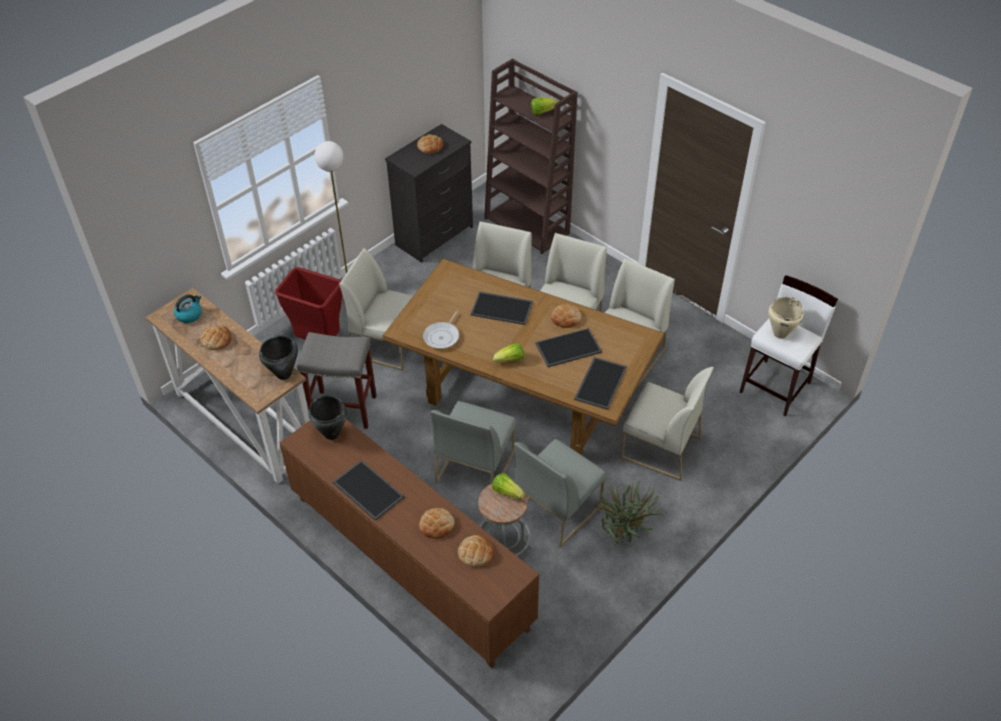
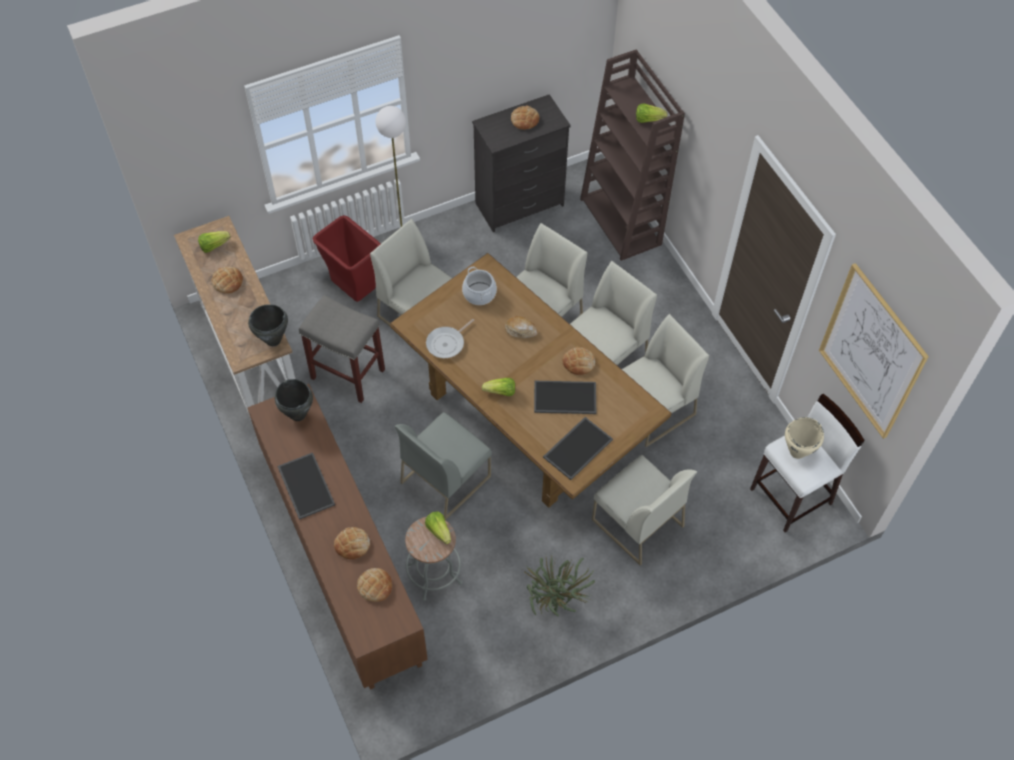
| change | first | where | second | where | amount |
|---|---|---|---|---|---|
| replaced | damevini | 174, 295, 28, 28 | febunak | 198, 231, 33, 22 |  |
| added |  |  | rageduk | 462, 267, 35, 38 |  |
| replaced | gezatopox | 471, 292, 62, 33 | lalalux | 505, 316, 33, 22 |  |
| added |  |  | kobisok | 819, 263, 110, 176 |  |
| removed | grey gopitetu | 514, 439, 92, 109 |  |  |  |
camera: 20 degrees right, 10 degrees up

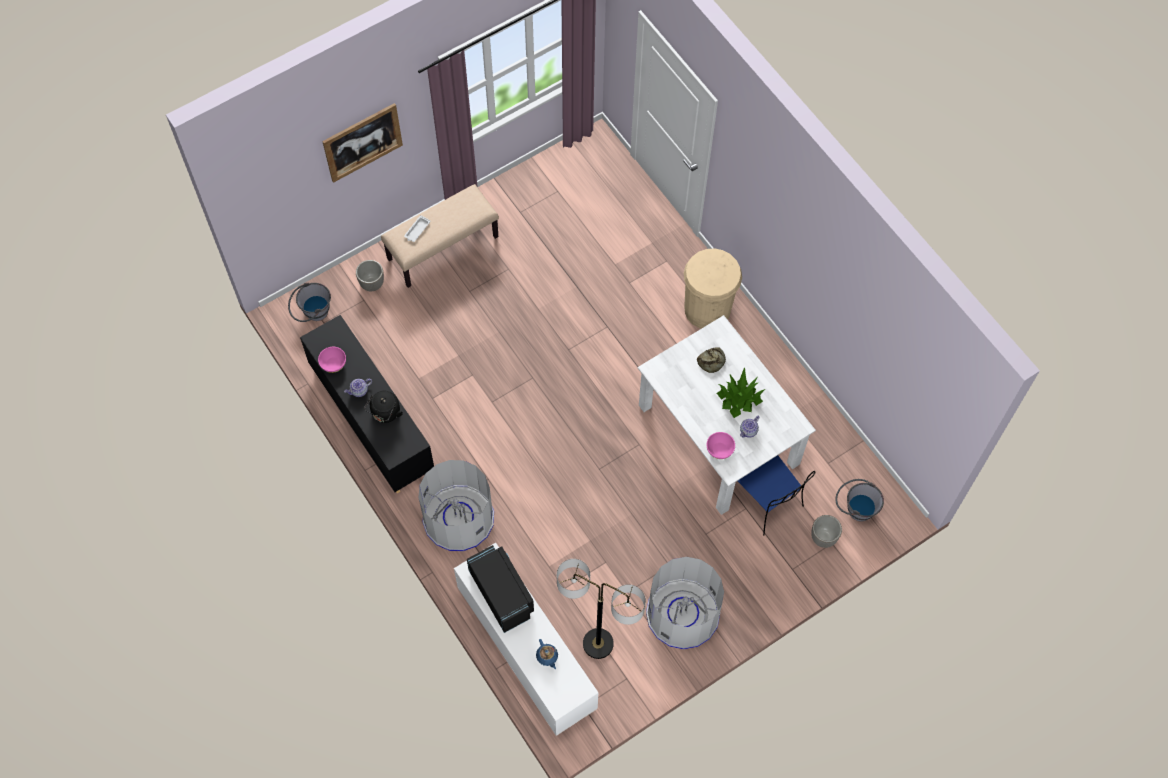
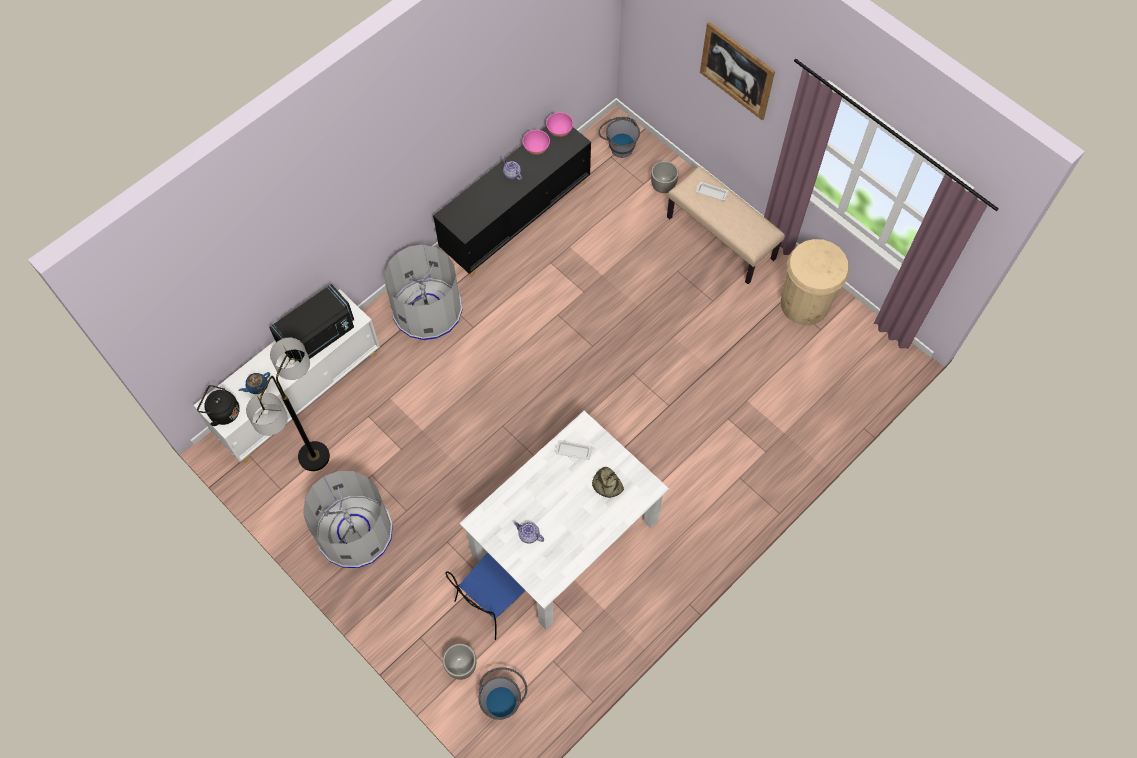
| change | first | where | second | where | amount |
|---|---|---|---|---|---|
| moved | black damevini | 364, 391, 39, 32 |  | 197, 385, 43, 41 |  |
| moved | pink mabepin | 707, 432, 28, 27 |  | 546, 112, 27, 25 |  |
| added |  |  | white gezatopox | 555, 440, 37, 20 |  |
| moved | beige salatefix | 684, 249, 58, 80 |  | 781, 239, 68, 87 |  |
| removed | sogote | 717, 367, 48, 51 |  |  |  |
camera: 80 degrees right, 0 degrees up

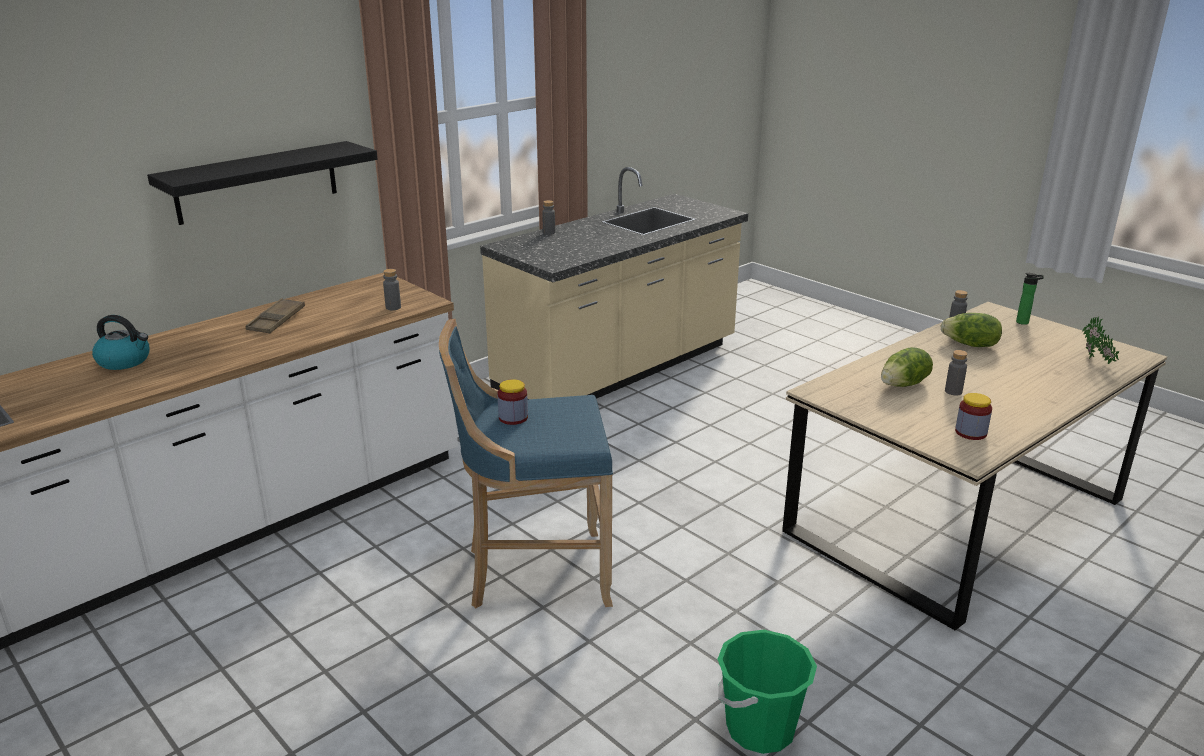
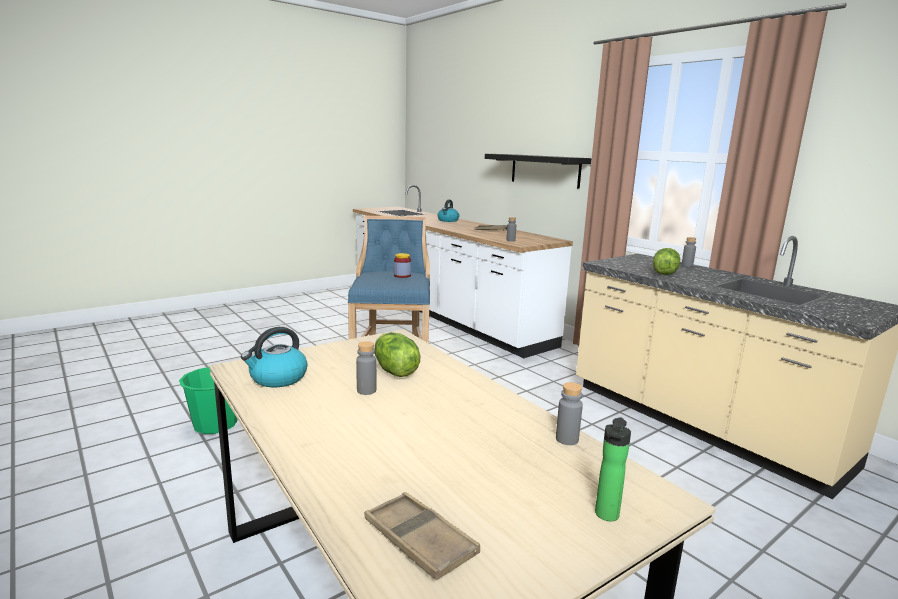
| change | first | where | second | where | amount |
|---|---|---|---|---|---|
| replaced | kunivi | 955, 393, 37, 47 | damevini | 241, 327, 67, 60 |  |
| replaced | sogote | 1082, 316, 38, 48 | brown gezatopox | 365, 492, 115, 88 |  |
| moved | febunak | 941, 313, 61, 34 |  | 653, 248, 27, 27 |  |
camera: 95 degrees right, 10 degrees down

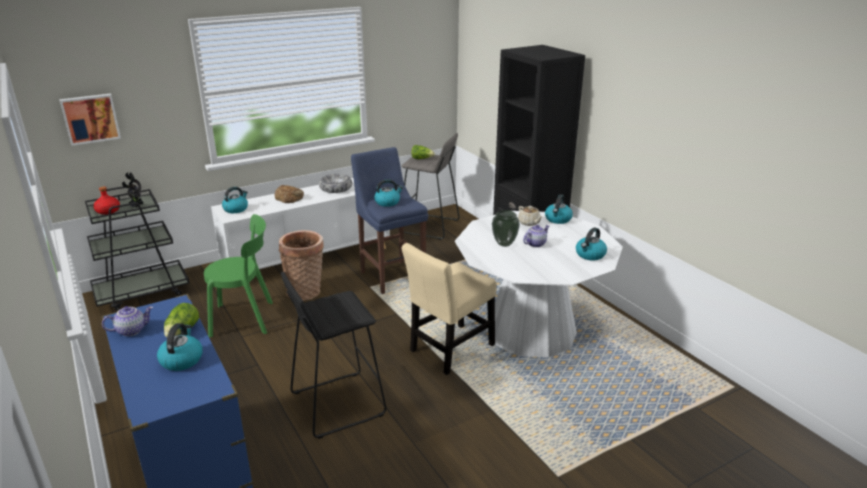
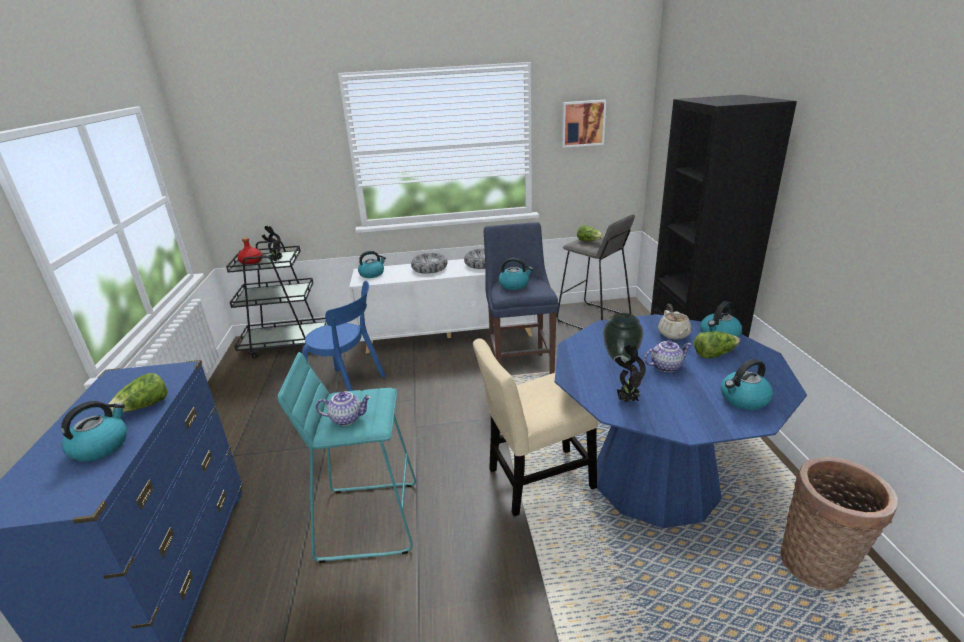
| change | first | where | second | where | amount |
|---|---|---|---|---|---|
| recoloured | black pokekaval | 281, 272, 105, 167 | turquoise pokekaval | 278, 352, 138, 211 |  |
| recoloured | green gopitetu | 204, 214, 69, 123 | blue gopitetu | 302, 281, 84, 110 |  |
| moved | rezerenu | 102, 306, 51, 30 |  | 316, 392, 55, 34 |  |
| replaced | lalalux | 275, 185, 29, 18 | mabepin | 411, 253, 36, 21 |  |
| recoloured | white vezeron | 455, 211, 168, 146 | blue vezeron | 555, 314, 252, 214 |  |
| moved | kobisok | 59, 94, 62, 52 |  | 562, 100, 44, 48 |  |
| added |  |  | sogote | 615, 345, 31, 58 |  |
| added |  |  | febunak | 694, 331, 46, 27 |  |
| moved | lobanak | 279, 230, 45, 71 |  | 781, 456, 117, 134 |  |
camera: 25 degrees right, 0 degrees up

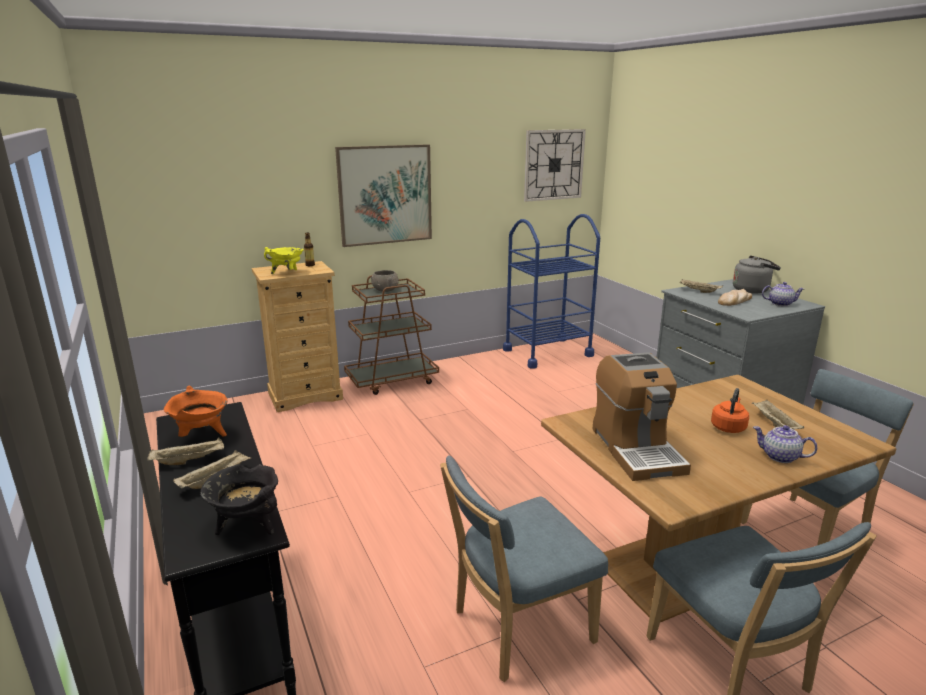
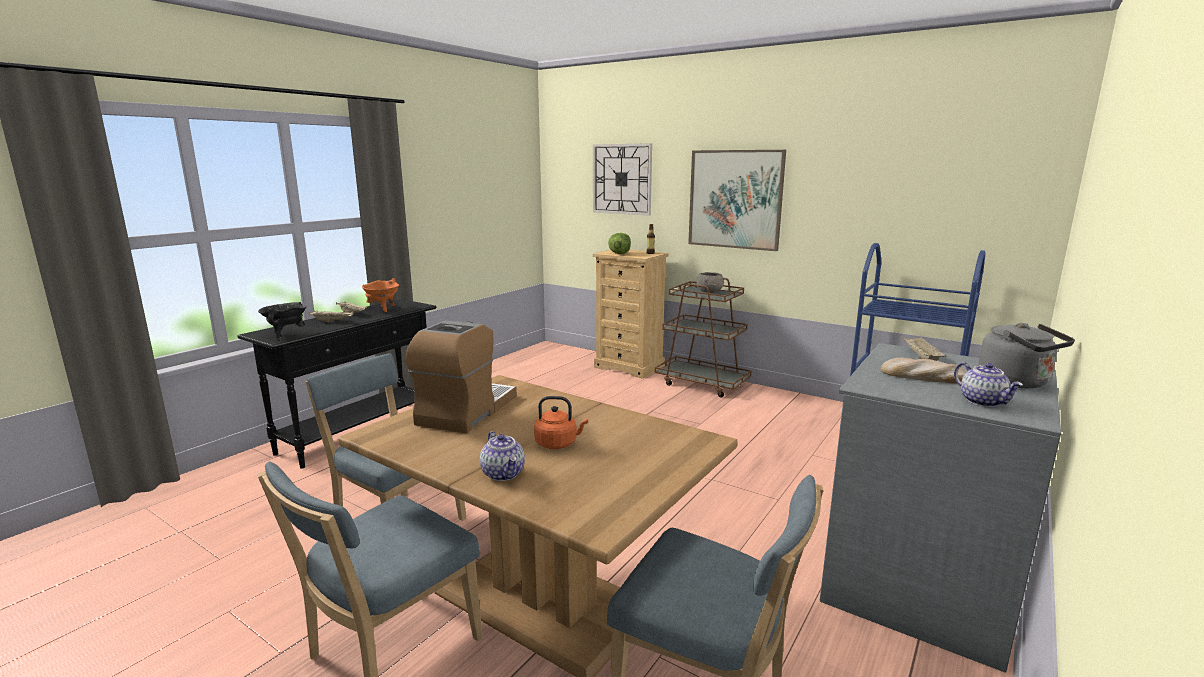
| change | first | where | second | where | amount |
|---|---|---|---|---|---|
| turned | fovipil | 592, 352, 99, 129 |  | 406, 320, 111, 114 | 150 degrees clockwise |
| turned | rezerenu | 753, 425, 64, 38 |  | 480, 431, 45, 50 | 150 degrees clockwise |
| moved | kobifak | 524, 129, 62, 73 |  | 593, 143, 59, 73 |  |
| replaced | yellow rageduk | 264, 247, 40, 27 | febunak | 608, 233, 23, 21 |  |
| removed | beige gezatopox | 752, 400, 52, 29 |  |  |  |
camera: 60 degrees right, 5 degrees down

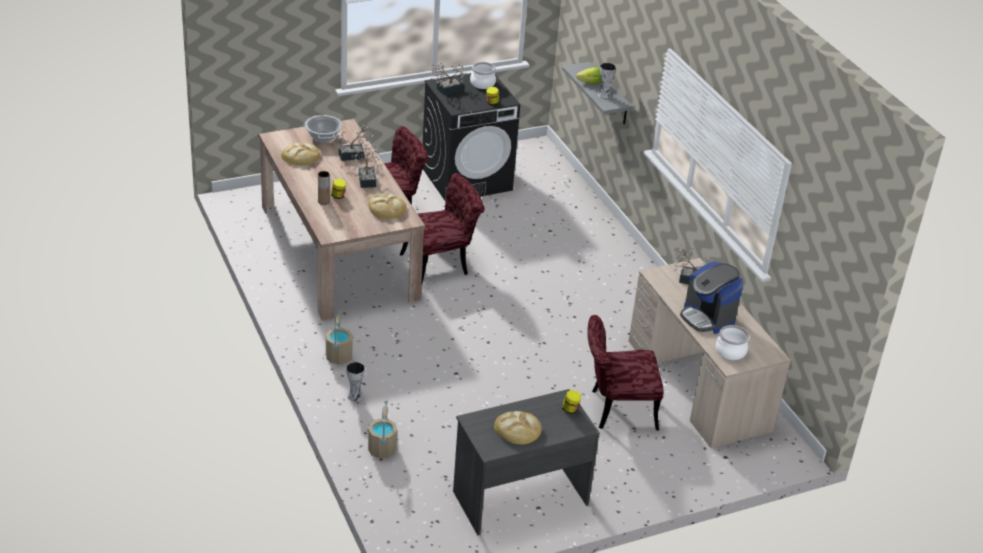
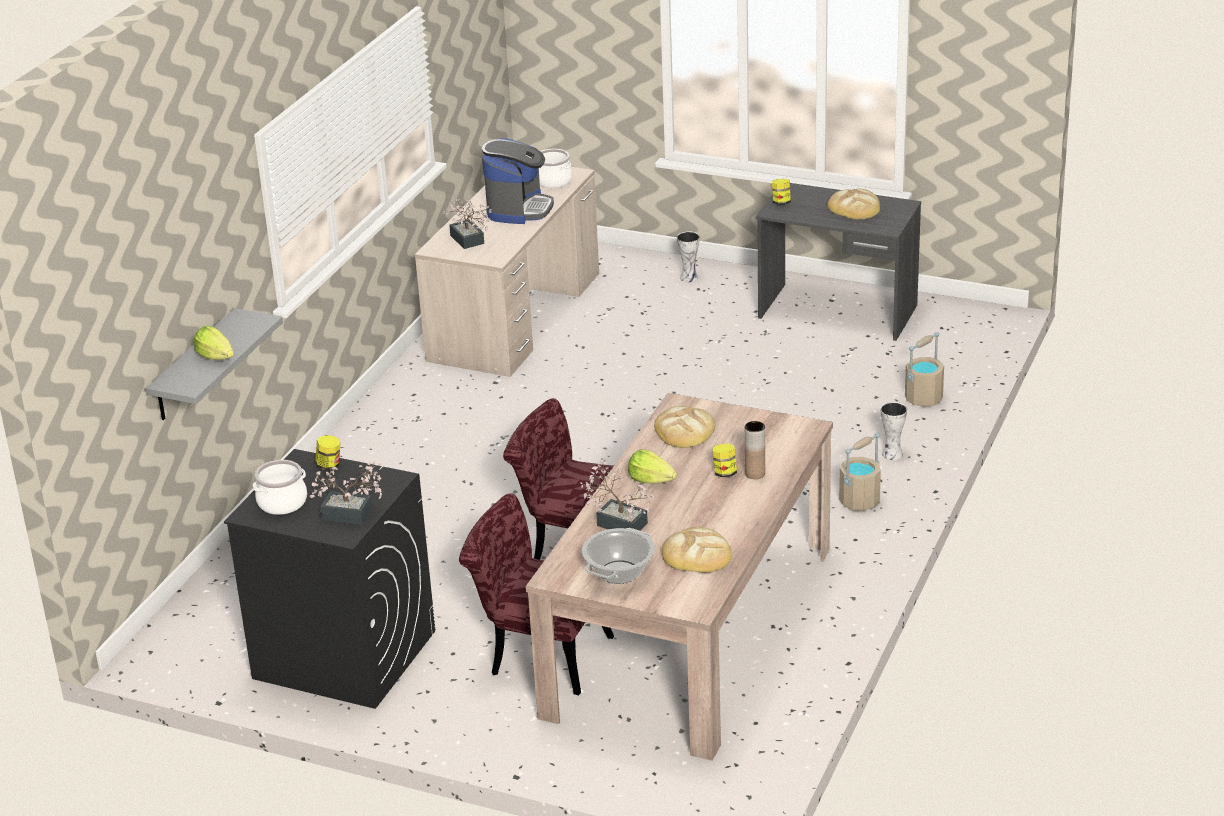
| change | first | where | second | where | amount |
|---|---|---|---|---|---|
| replaced | sogote | 352, 144, 28, 44 | febunak | 628, 449, 49, 35 |  |
| moved | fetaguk | 598, 62, 18, 37 |  | 677, 232, 23, 51 |  |
| removed | red gopitetu | 587, 315, 77, 115 |  |  |  |
camera: 130 degrees left, 5 degrees down

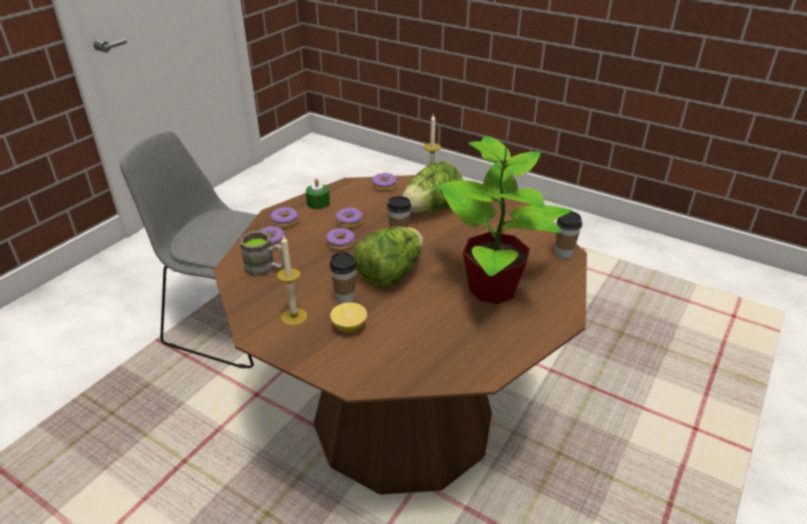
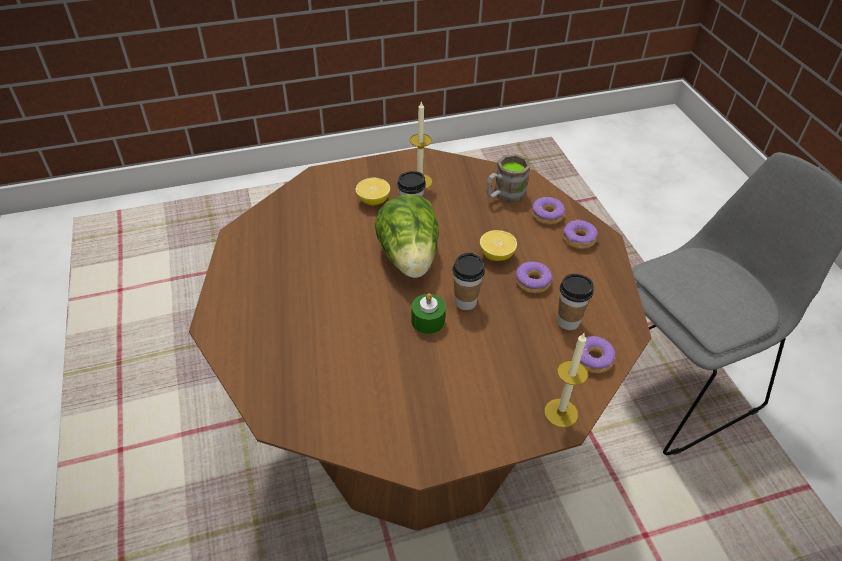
| change | first | where | second | where | amount |
|---|---|---|---|---|---|
| moved | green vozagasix | 306, 178, 24, 31 |  | 411, 293, 35, 41 |  |
| replaced | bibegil | 326, 228, 29, 22 | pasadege | 480, 230, 37, 31 |  |
| moved | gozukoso | 555, 211, 27, 48 |  | 557, 274, 37, 56 |  |
| removed | febunak | 402, 161, 61, 52 |  |  |  |
| removed | sogote | 436, 134, 136, 170 |  |  |  |
camera: 130 degrees right, 10 degrees up

